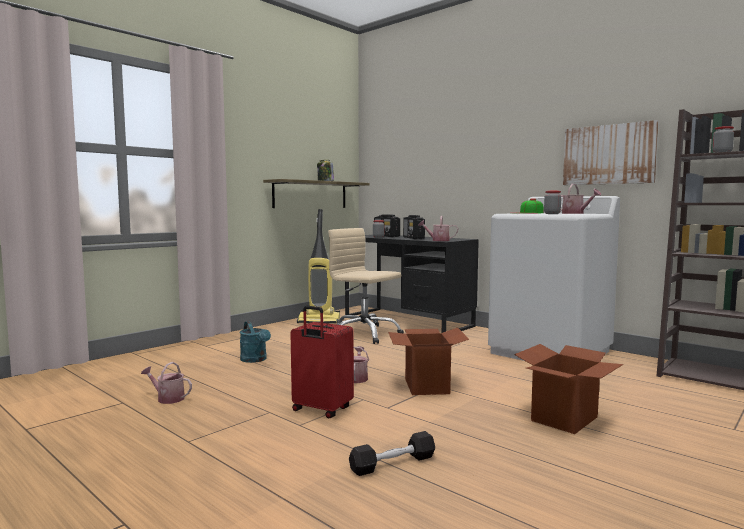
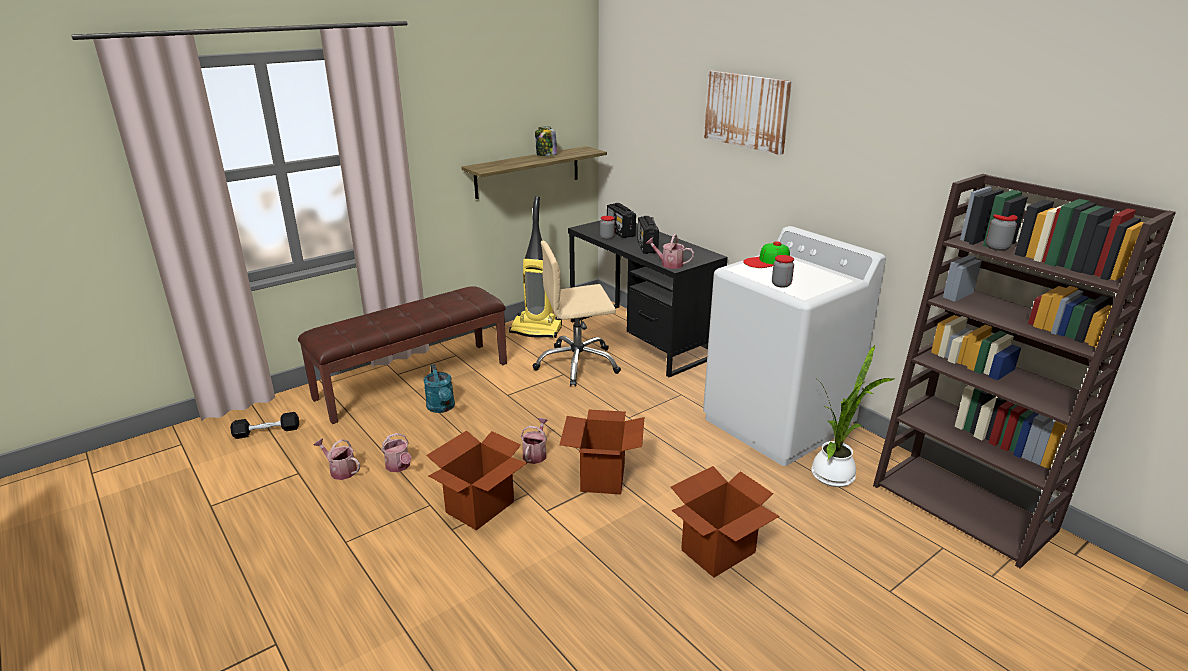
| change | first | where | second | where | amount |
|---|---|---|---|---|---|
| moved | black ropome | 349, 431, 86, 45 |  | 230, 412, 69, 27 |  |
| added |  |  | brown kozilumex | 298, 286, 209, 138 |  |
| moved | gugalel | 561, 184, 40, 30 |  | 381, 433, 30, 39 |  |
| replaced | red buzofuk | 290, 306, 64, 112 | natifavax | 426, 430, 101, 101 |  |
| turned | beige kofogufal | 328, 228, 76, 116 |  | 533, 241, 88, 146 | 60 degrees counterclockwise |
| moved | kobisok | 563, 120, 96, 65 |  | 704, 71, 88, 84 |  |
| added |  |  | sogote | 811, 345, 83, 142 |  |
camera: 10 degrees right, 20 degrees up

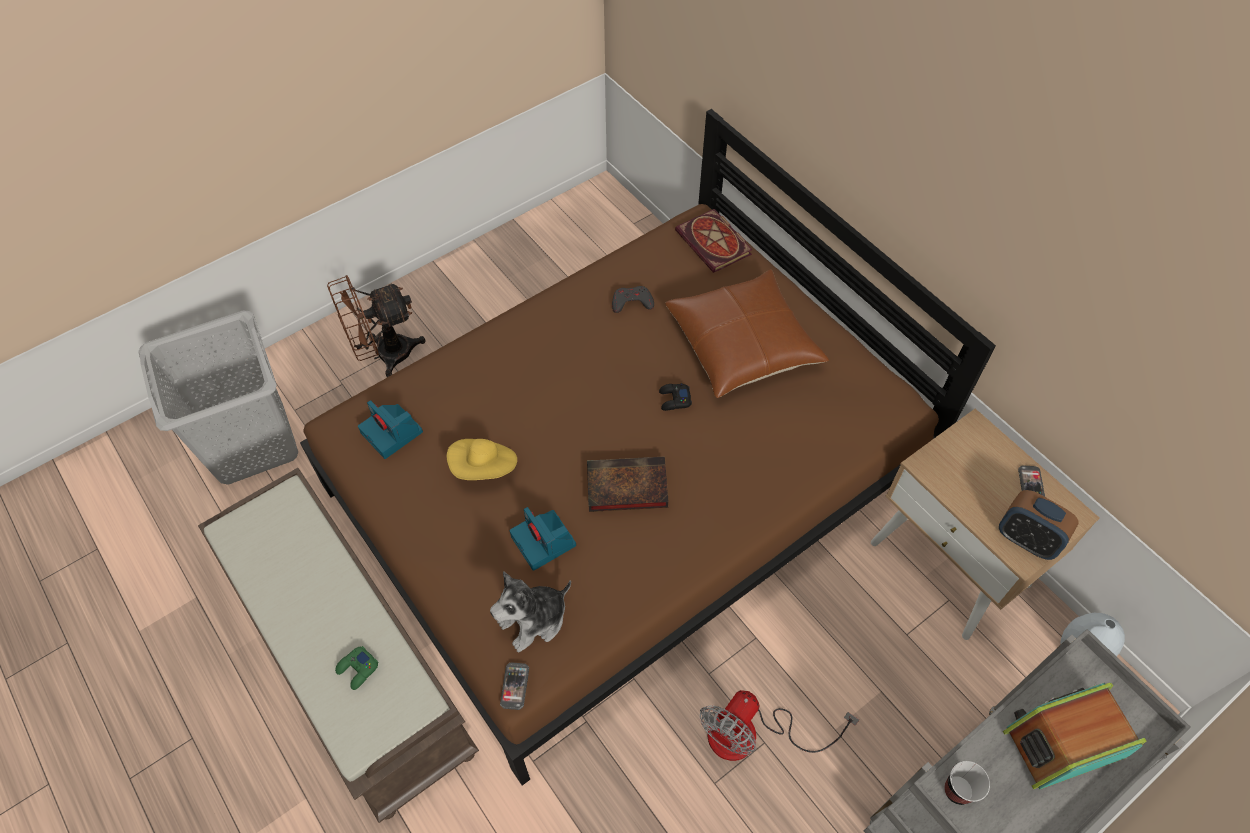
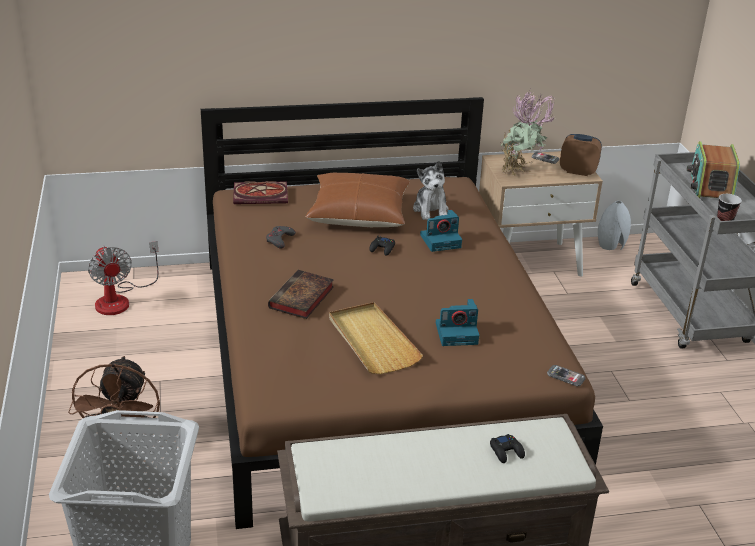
| change | first | where | second | where | amount |
|---|---|---|---|---|---|
| moved | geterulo | 700, 690, 159, 71 |  | 88, 241, 70, 74 |  |
| moved | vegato | 587, 456, 82, 56 |  | 268, 270, 66, 49 |  |
| replaced | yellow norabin | 447, 439, 70, 41 | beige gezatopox | 329, 302, 94, 72 |  |
| moved | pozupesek | 490, 571, 81, 81 |  | 413, 161, 36, 59 |  |
| moved | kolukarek | 358, 400, 65, 59 |  | 420, 210, 42, 42 |  |
| recoloured | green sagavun | 335, 646, 43, 44 | black sagavun | 490, 434, 35, 29 |  |
| added |  |  | sogote | 500, 91, 56, 85 |  |
| turned | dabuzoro | 999, 490, 80, 70 |  | 560, 134, 42, 42 | 135 degrees counterclockwise |
camera: 65 degrees left, 25 degrees down

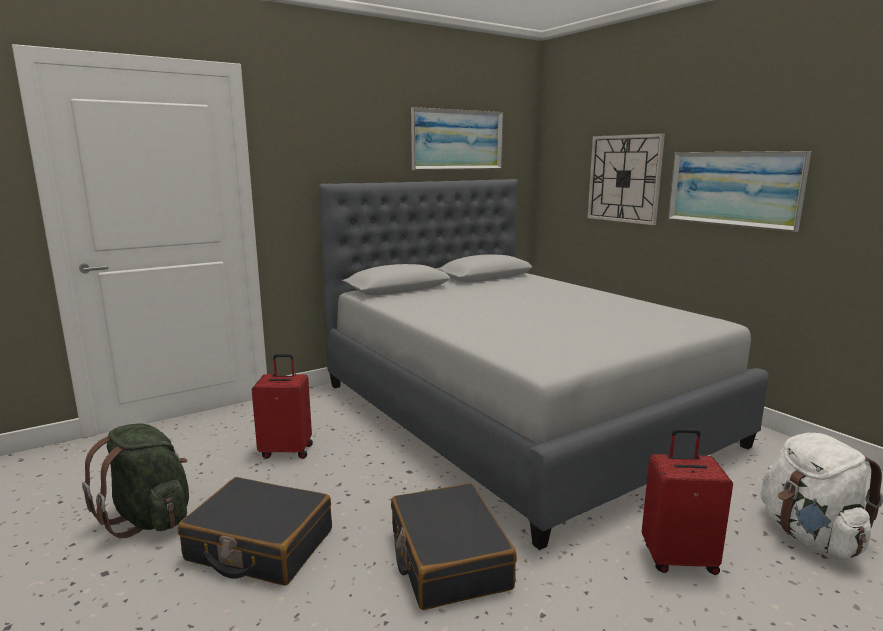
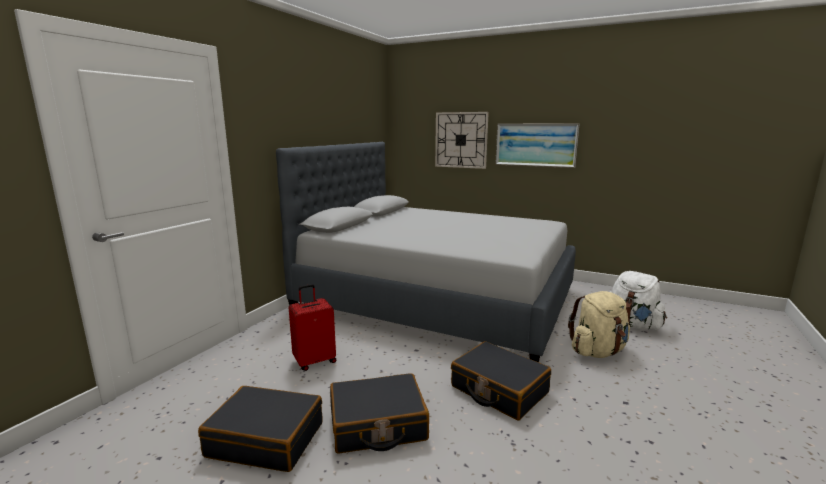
| change | first | where | second | where | amount |
|---|---|---|---|---|---|
| replaced | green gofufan | 82, 424, 107, 114 | black buzofuk | 198, 386, 124, 86 |  |
| replaced | red buzofuk | 642, 428, 91, 147 | beige gofufan | 568, 291, 62, 67 |  |
| removed | kobisok | 411, 107, 92, 63 |  |  |  |
camera: 30 degrees left, 0 degrees up

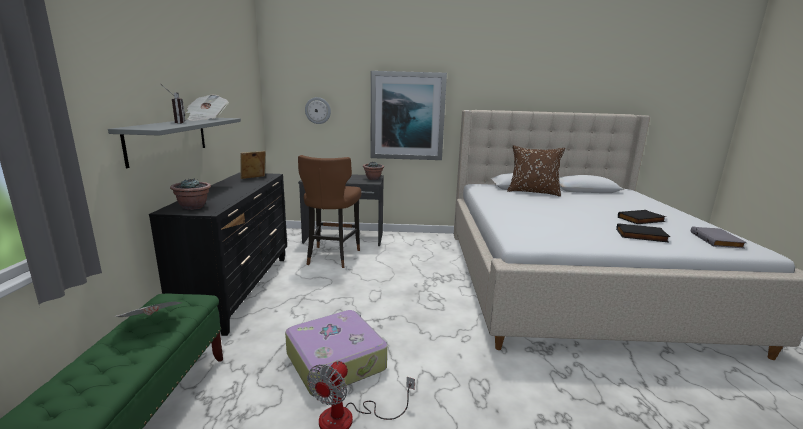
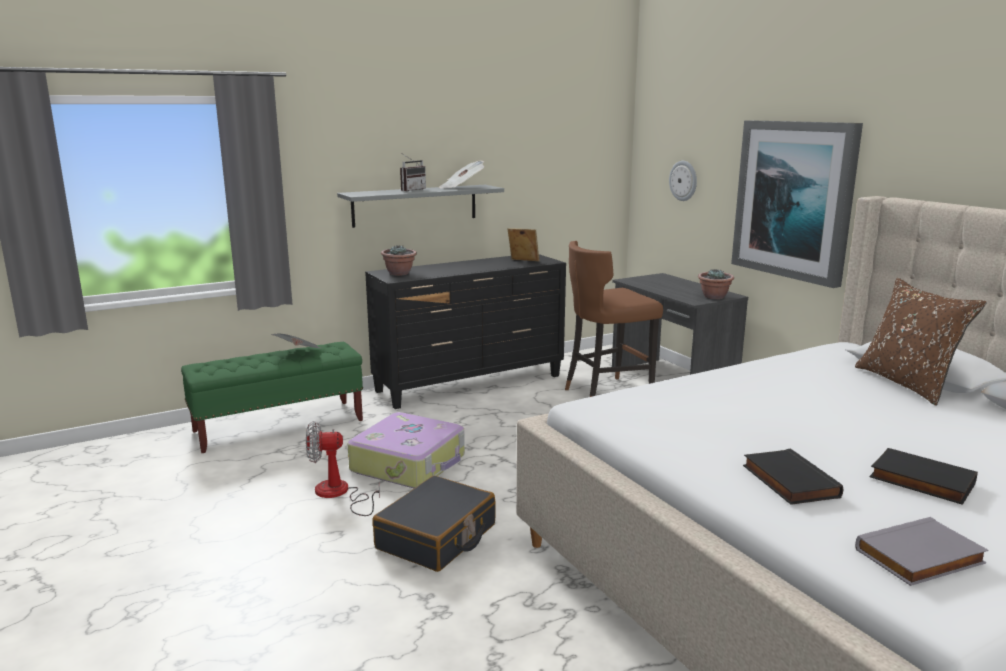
| change | first | where | second | where | amount |
|---|---|---|---|---|---|
| added |  |  | black buzofuk | 372, 476, 123, 96 |  |
camera: 60 degrees right, 0 degrees up

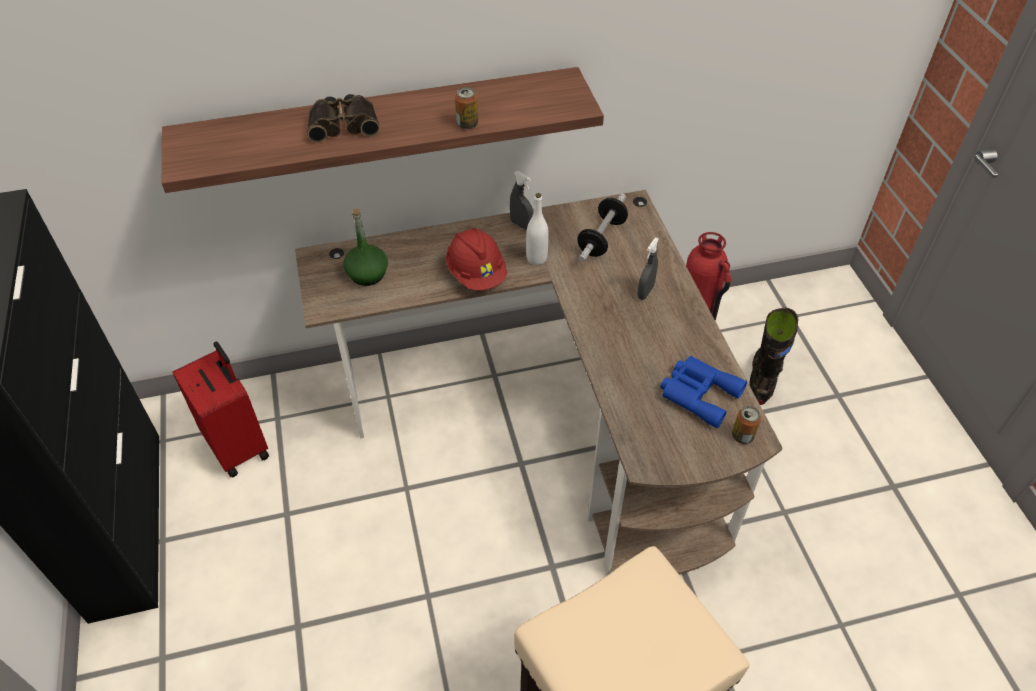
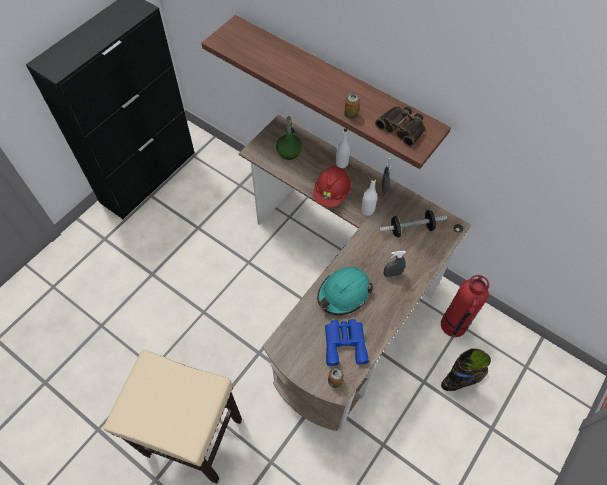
| change | first | where | second | where | amount |
|---|---|---|---|---|---|
| added |  |  | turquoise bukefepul | 317, 267, 56, 48 |  |
| added |  |  | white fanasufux | 336, 128, 14, 40 |  |
| moved | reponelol | 307, 94, 73, 49 |  | 375, 106, 51, 41 |  |
| removed | red buzofuk | 172, 341, 97, 136 |  |  |  |
camera: 50 degrees right, 10 degrees up

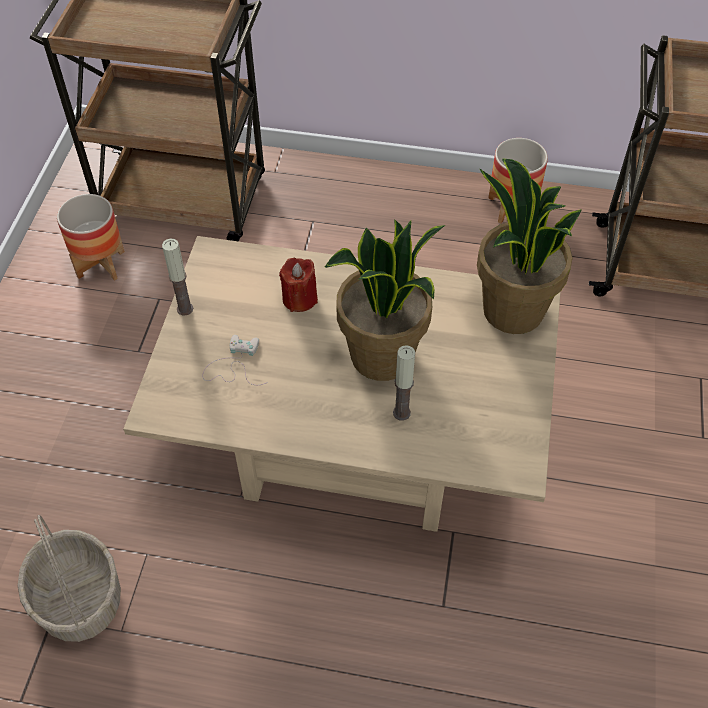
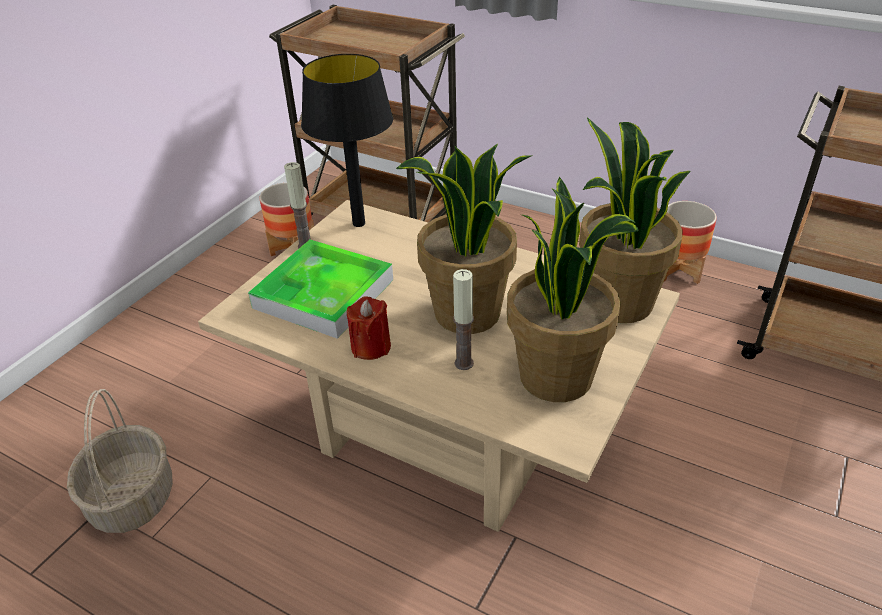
| change | first | where | second | where | amount |
|---|---|---|---|---|---|
| replaced | white sagavun | 203, 335, 65, 50 | gezatopox | 248, 240, 145, 99 |  |
| added |  |  | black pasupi | 301, 54, 92, 173 |  |
| moved | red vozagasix | 279, 258, 39, 54 |  | 347, 296, 44, 64 |  |
| added |  |  | sogote | 507, 177, 132, 225 |  |
camera: 20 degrees right, 15 degrees down

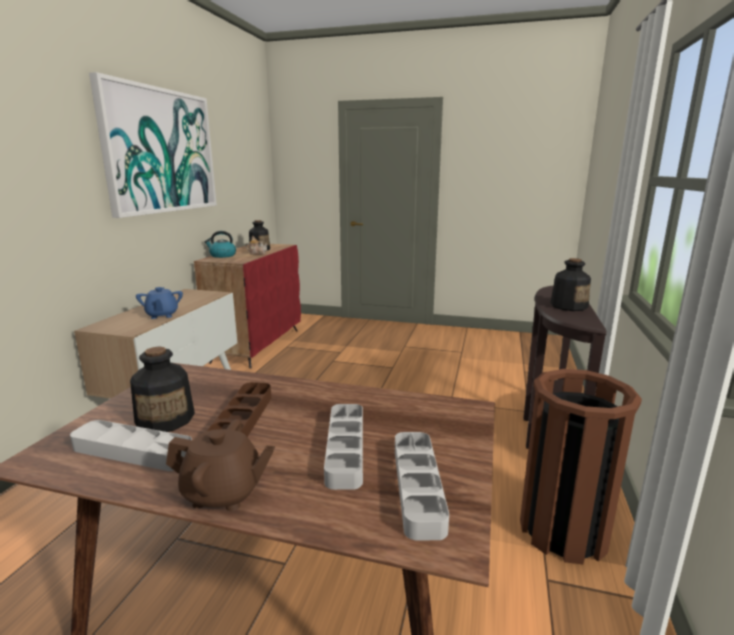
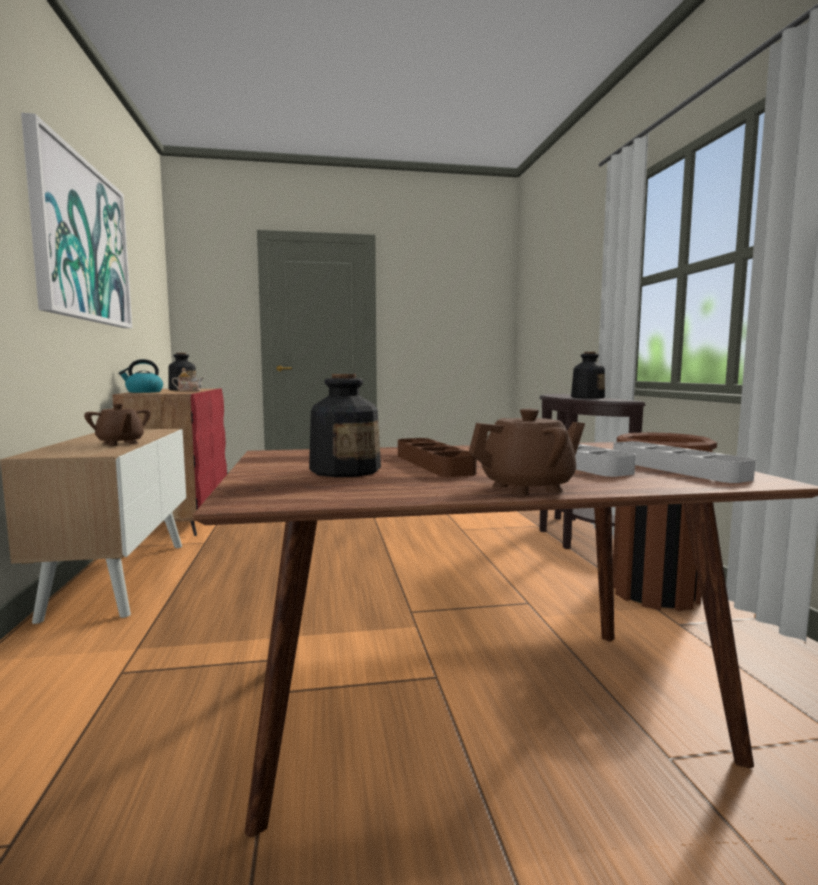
| change | first | where | second | where | amount |
|---|---|---|---|---|---|
| recoloured | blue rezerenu | 136, 287, 47, 32 | brown rezerenu | 84, 404, 67, 42 |  |
| removed | grey gezatopox | 70, 420, 122, 51 |  |  |  |
camera: 25 degrees left, 10 degrees down

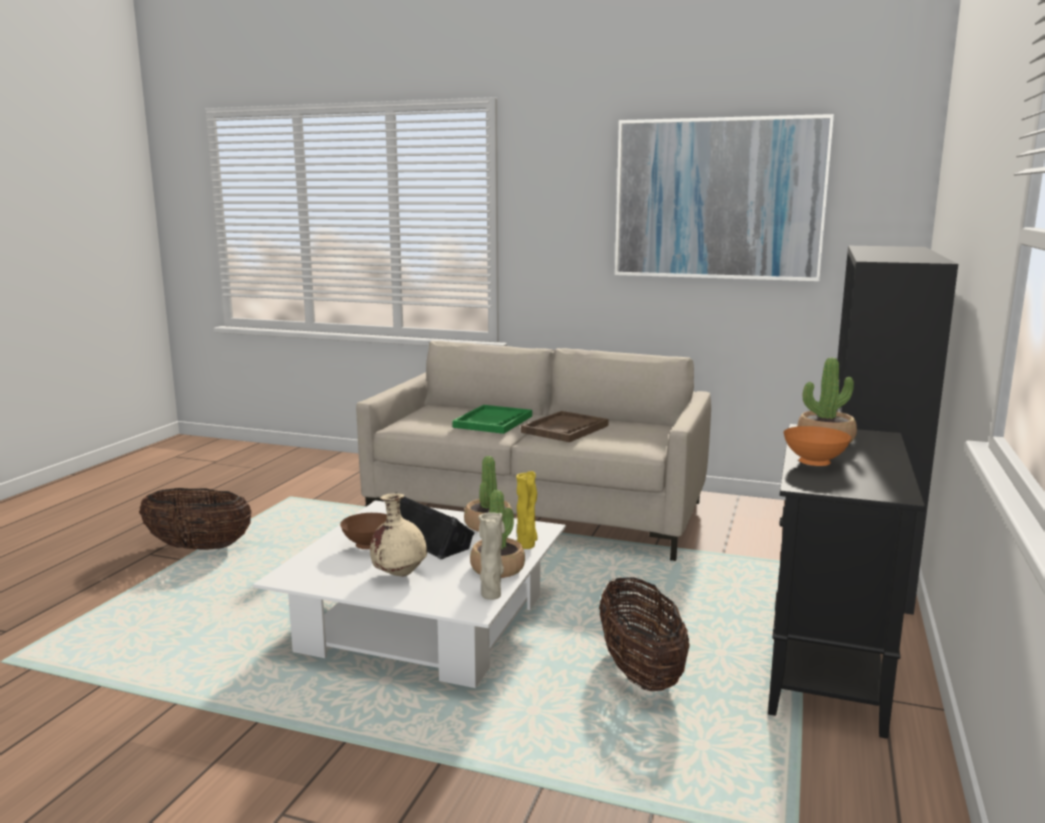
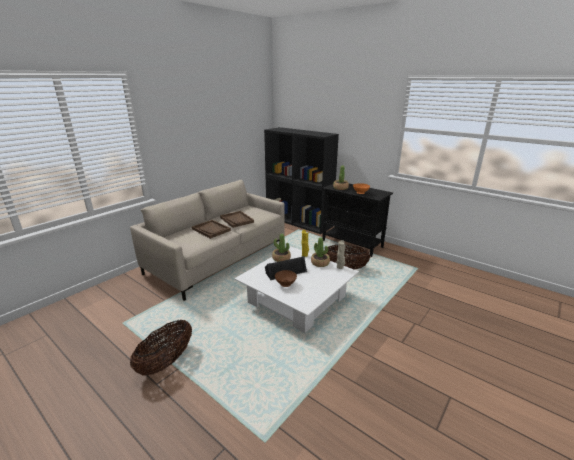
| change | first | where | second | where | amount |
|---|---|---|---|---|---|
| recoloured | green gezatopox | 452, 405, 80, 29 | brown gezatopox | 192, 220, 39, 19 |  |
| removed | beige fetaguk | 370, 493, 57, 83 |  |  |  |
| removed | kobisok | 615, 114, 219, 167 |  |  |  |
camera: 70 degrees left, 10 degrees up

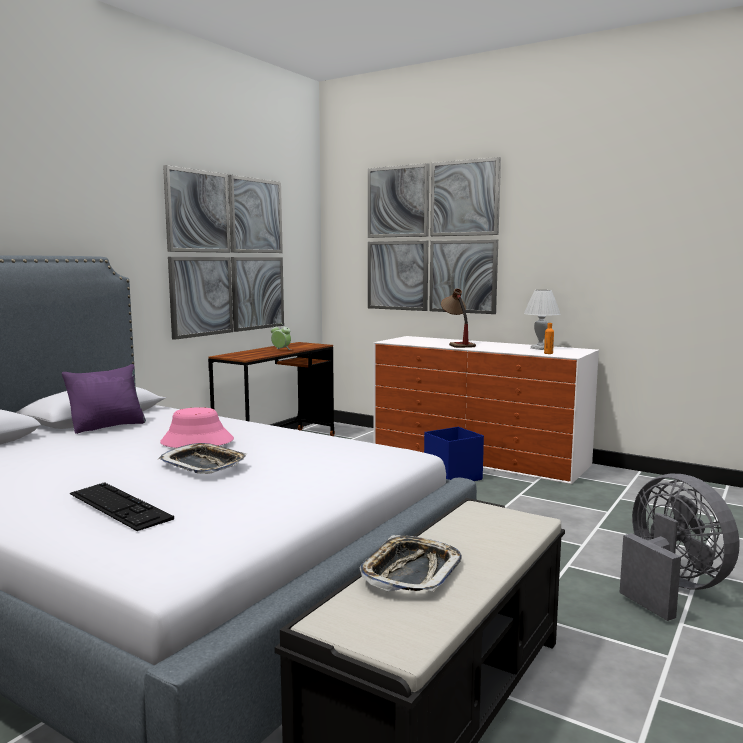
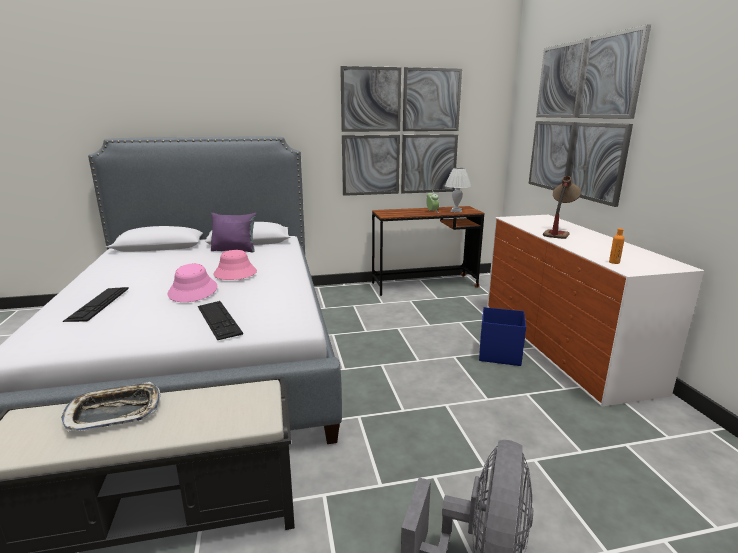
| change | first | where | second | where | amount |
|---|---|---|---|---|---|
| replaced | gezatopox | 158, 443, 89, 31 | pink norabin | 168, 264, 49, 38 |  |
| added |  |  | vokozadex | 198, 301, 45, 39 |  |
| moved | white pasupi | 524, 290, 37, 60 |  | 445, 168, 26, 44 |  |
camera: 45 degrees right, 10 degrees up

